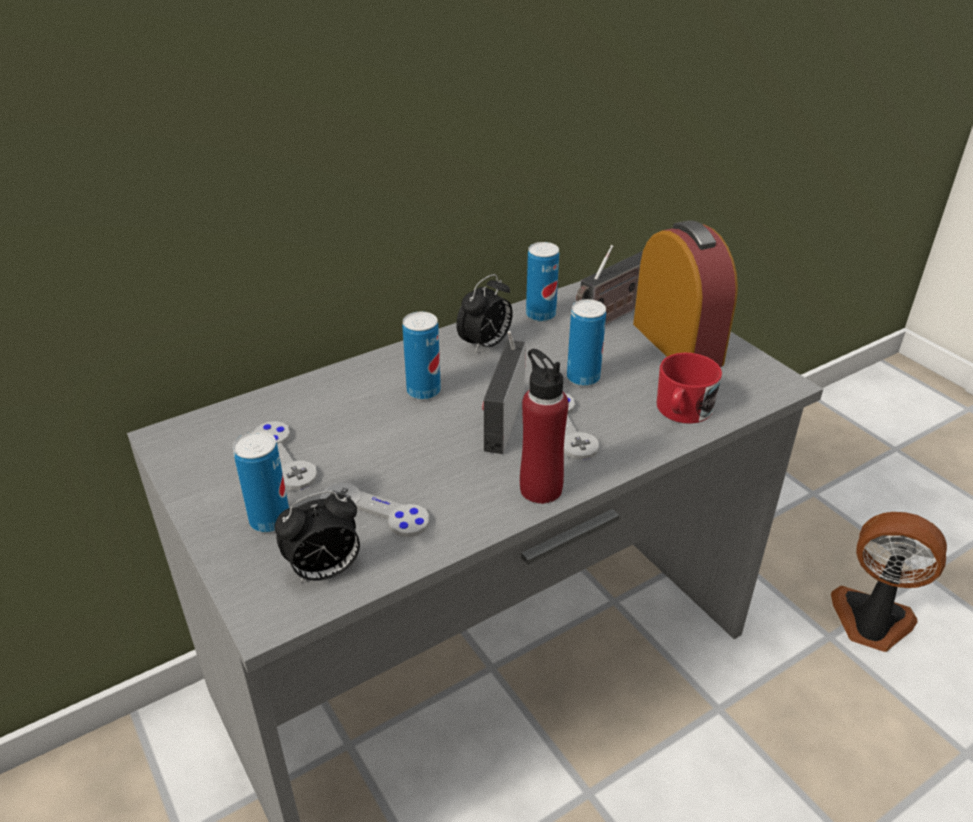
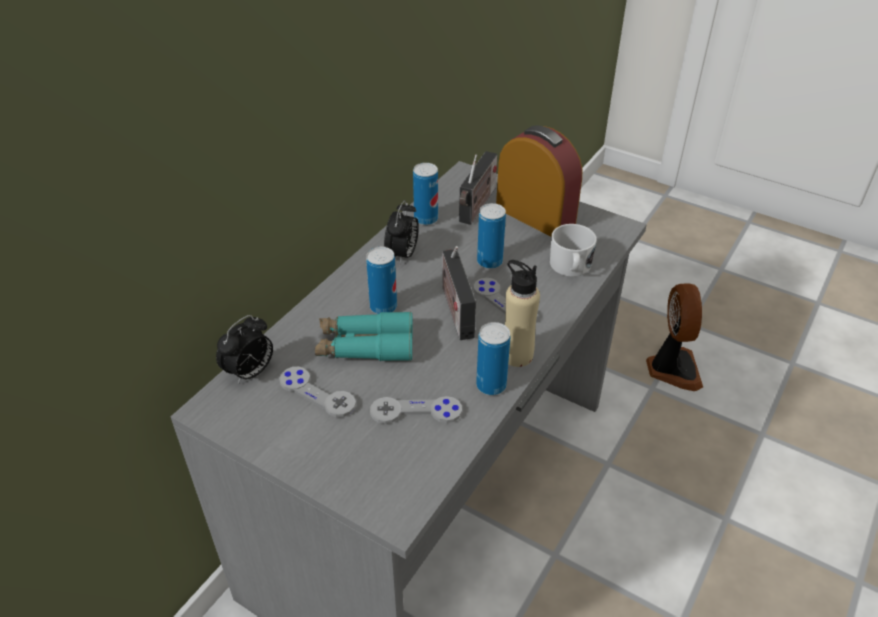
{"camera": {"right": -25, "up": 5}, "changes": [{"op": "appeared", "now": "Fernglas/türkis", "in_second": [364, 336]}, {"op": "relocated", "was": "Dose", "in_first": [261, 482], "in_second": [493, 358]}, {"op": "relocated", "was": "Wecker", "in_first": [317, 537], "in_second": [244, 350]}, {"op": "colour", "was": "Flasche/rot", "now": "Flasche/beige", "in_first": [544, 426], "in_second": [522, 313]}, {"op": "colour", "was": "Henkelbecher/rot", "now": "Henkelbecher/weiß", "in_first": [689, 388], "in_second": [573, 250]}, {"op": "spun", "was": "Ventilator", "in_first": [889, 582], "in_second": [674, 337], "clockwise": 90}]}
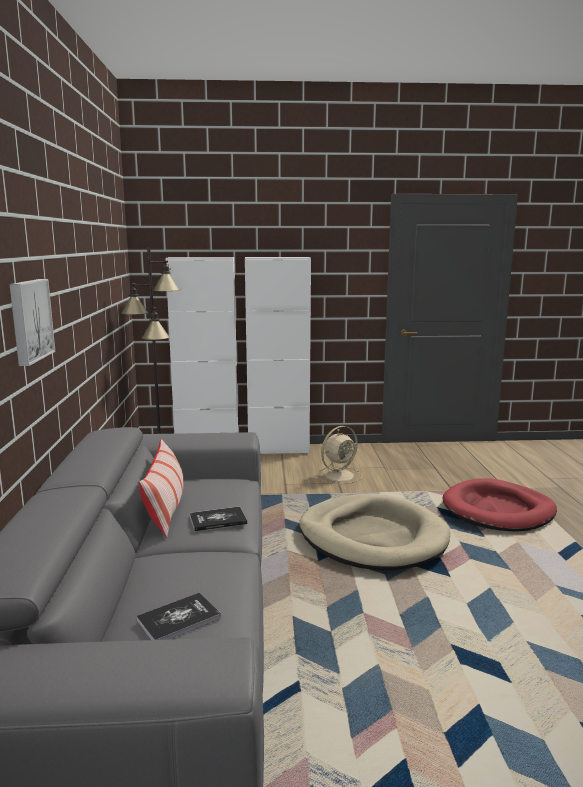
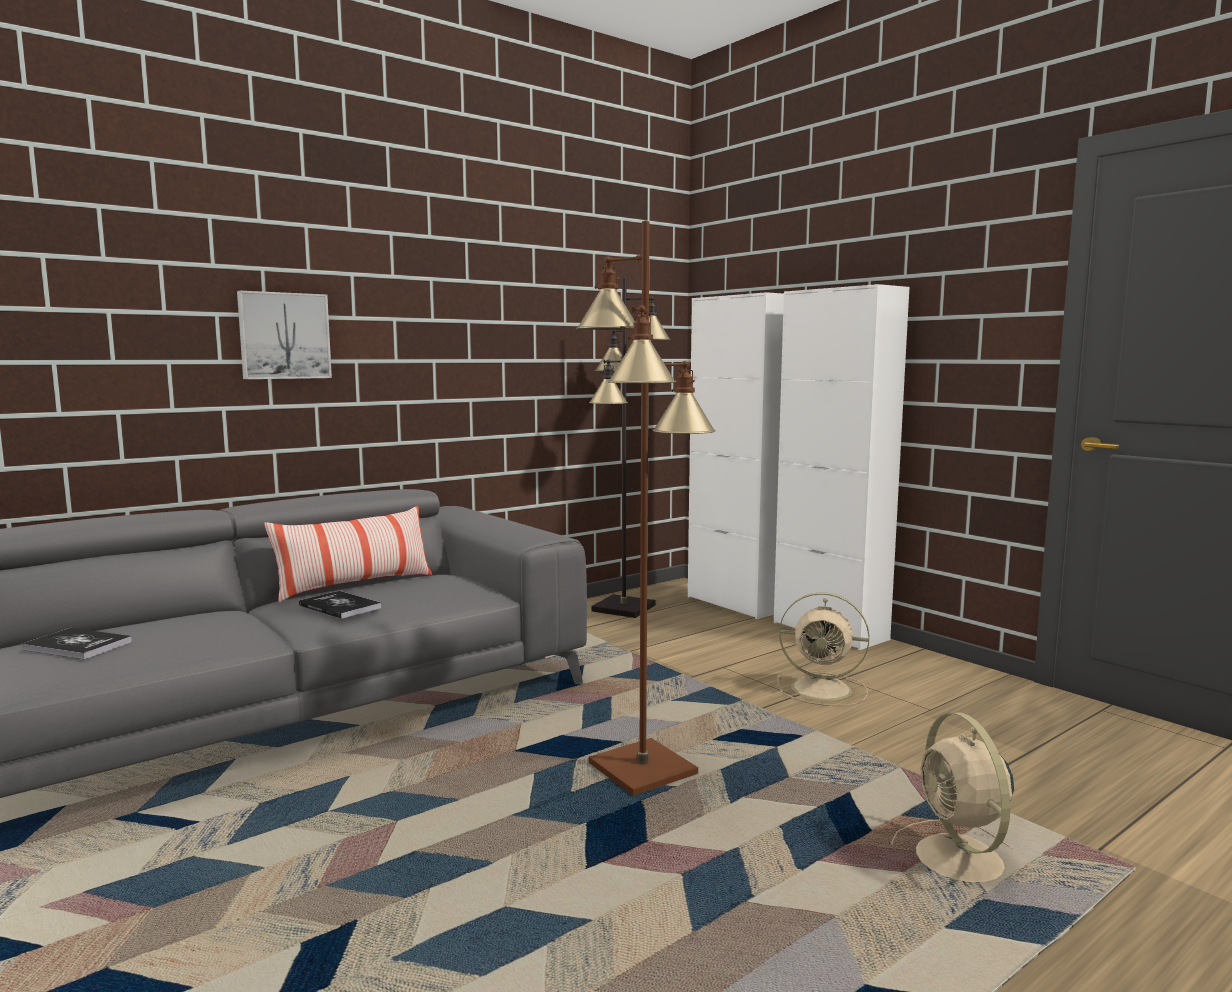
{"camera": {"right": 55, "up": -5}, "changes": [{"op": "exchanged", "was": "Hundebett/beige", "now": "Stehlampe/braun", "in_first": [375, 531], "in_second": [646, 508]}, {"op": "exchanged", "was": "Hundebett/rot", "now": "Ventilator/beige", "in_first": [499, 505], "in_second": [953, 797]}]}
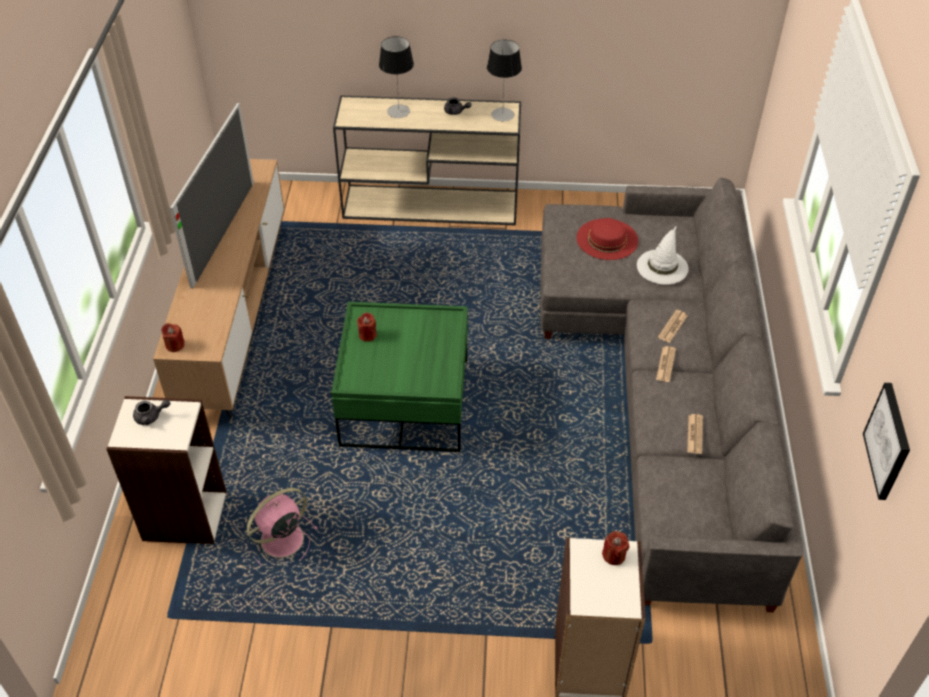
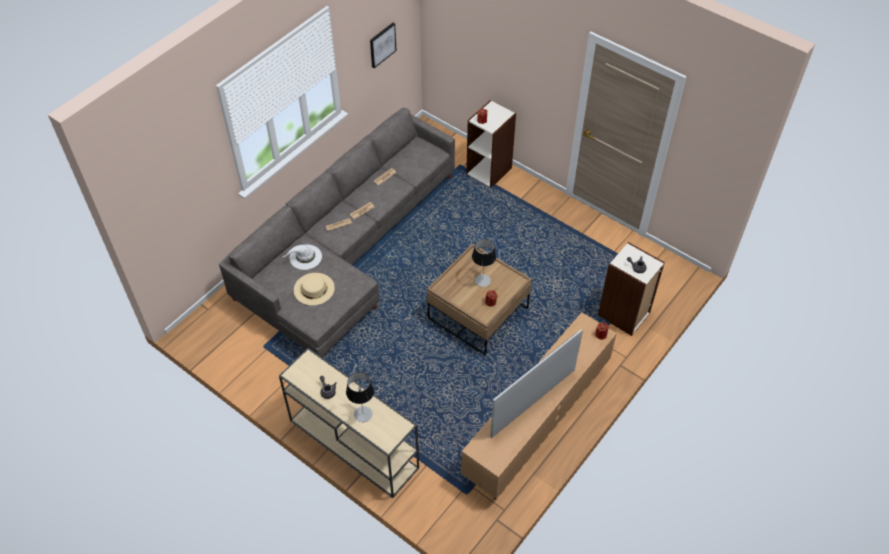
{"camera": {"right": -145, "up": 5}, "changes": [{"op": "missing", "was": "Ventilator/rosa", "in_first": [282, 526]}, {"op": "relocated", "was": "Tischlampe", "in_first": [504, 80], "in_second": [484, 263]}, {"op": "colour", "was": "Couchtisch/grün", "now": "Couchtisch/braun", "in_first": [399, 377], "in_second": [479, 299]}, {"op": "colour", "was": "Hut/rot", "now": "Hut/beige", "in_first": [607, 239], "in_second": [314, 289]}]}
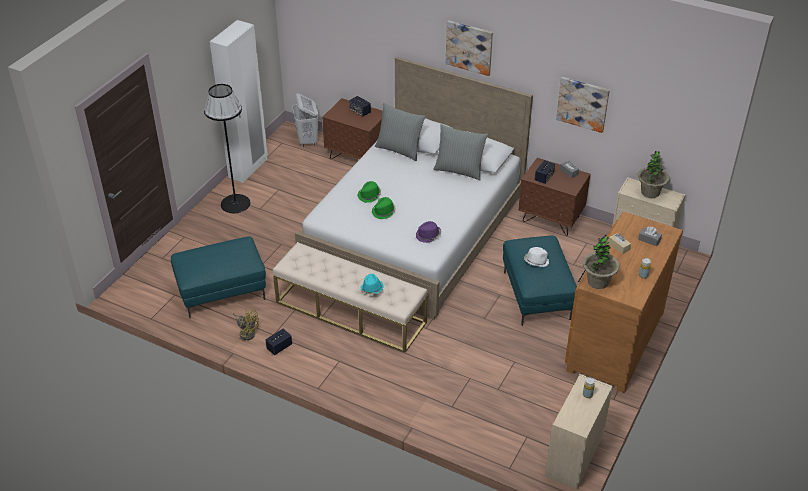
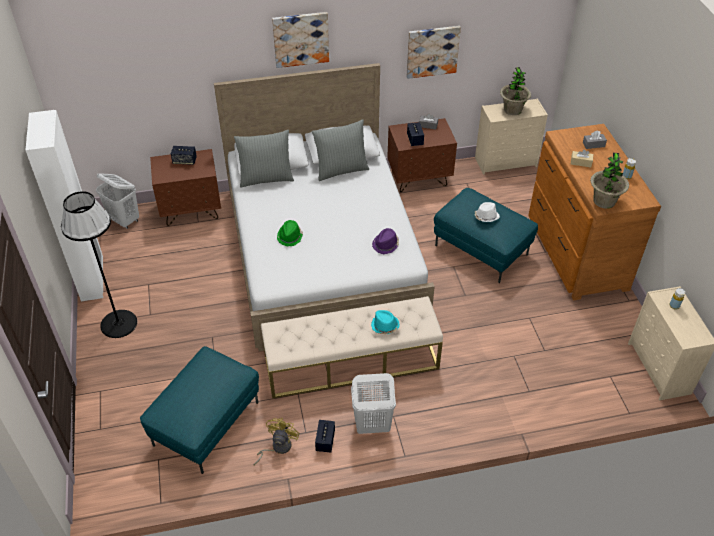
{"camera": {"right": -40, "up": 5}, "changes": [{"op": "missing", "was": "Hut/grün", "in_first": [383, 208]}, {"op": "appeared", "now": "Wäschekorb/weiß", "in_second": [373, 403]}, {"op": "spun", "was": "Ventilator/gelb", "in_first": [246, 324], "in_second": [277, 441], "clockwise": -60}]}
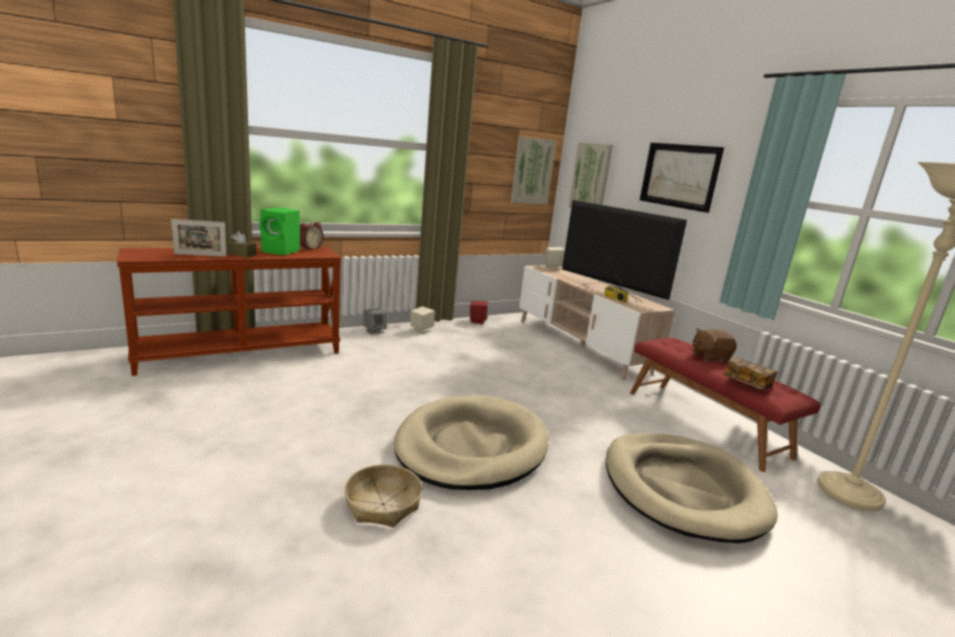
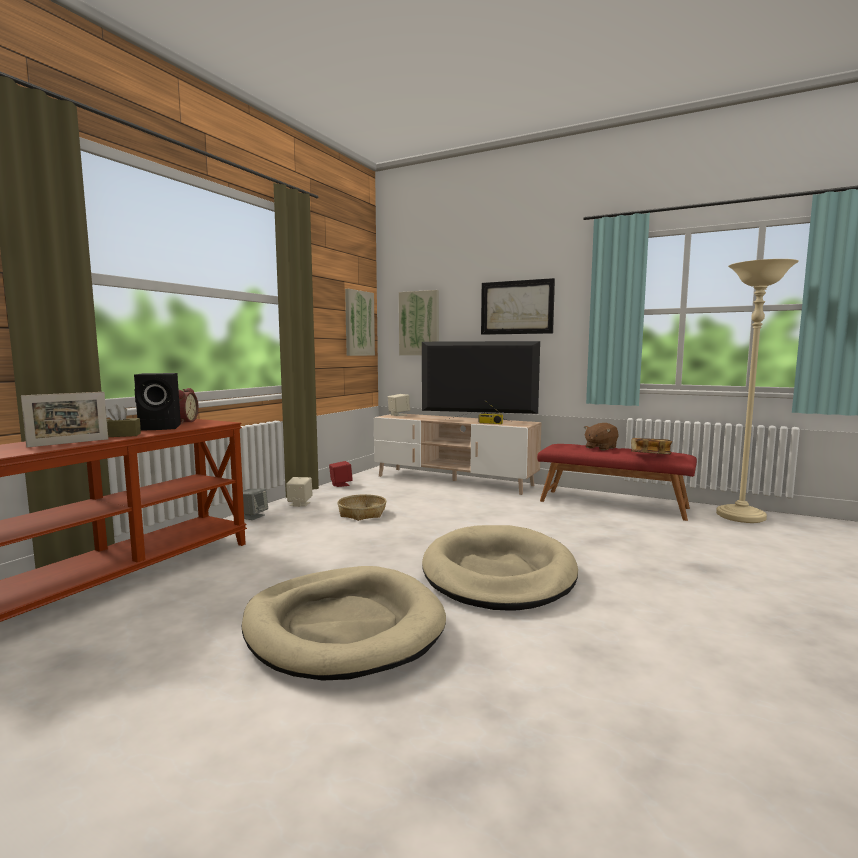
{"camera": {"right": -30, "up": -10}, "changes": [{"op": "relocated", "was": "Korb", "in_first": [383, 495], "in_second": [361, 507]}, {"op": "relocated", "was": "Hundebett/beige", "in_first": [692, 488], "in_second": [344, 623]}, {"op": "colour", "was": "Lautsprecher/grün", "now": "Lautsprecher/schwarz", "in_first": [279, 231], "in_second": [157, 401]}]}
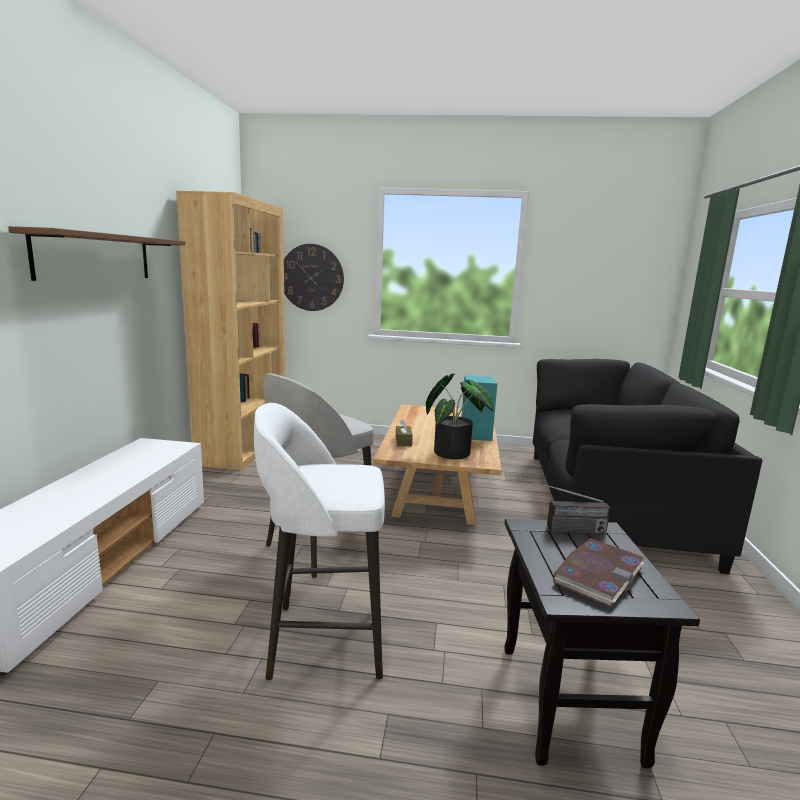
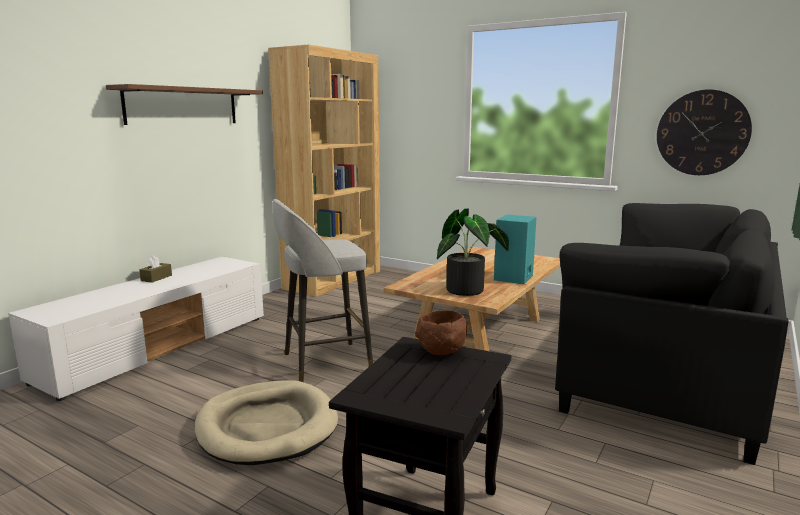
{"camera": {"right": 25, "up": 0}, "changes": [{"op": "missing", "was": "Buch", "in_first": [598, 572]}, {"op": "relocated", "was": "Wanduhr", "in_first": [314, 277], "in_second": [704, 132]}, {"op": "relocated", "was": "Taschentuchbox/braun", "in_first": [404, 432], "in_second": [155, 269]}, {"op": "exchanged", "was": "Hocker/weiß", "now": "Hundebett/beige", "in_first": [319, 542], "in_second": [266, 422]}, {"op": "exchanged", "was": "Radio", "now": "Schüssel/braun", "in_first": [566, 506], "in_second": [441, 332]}]}
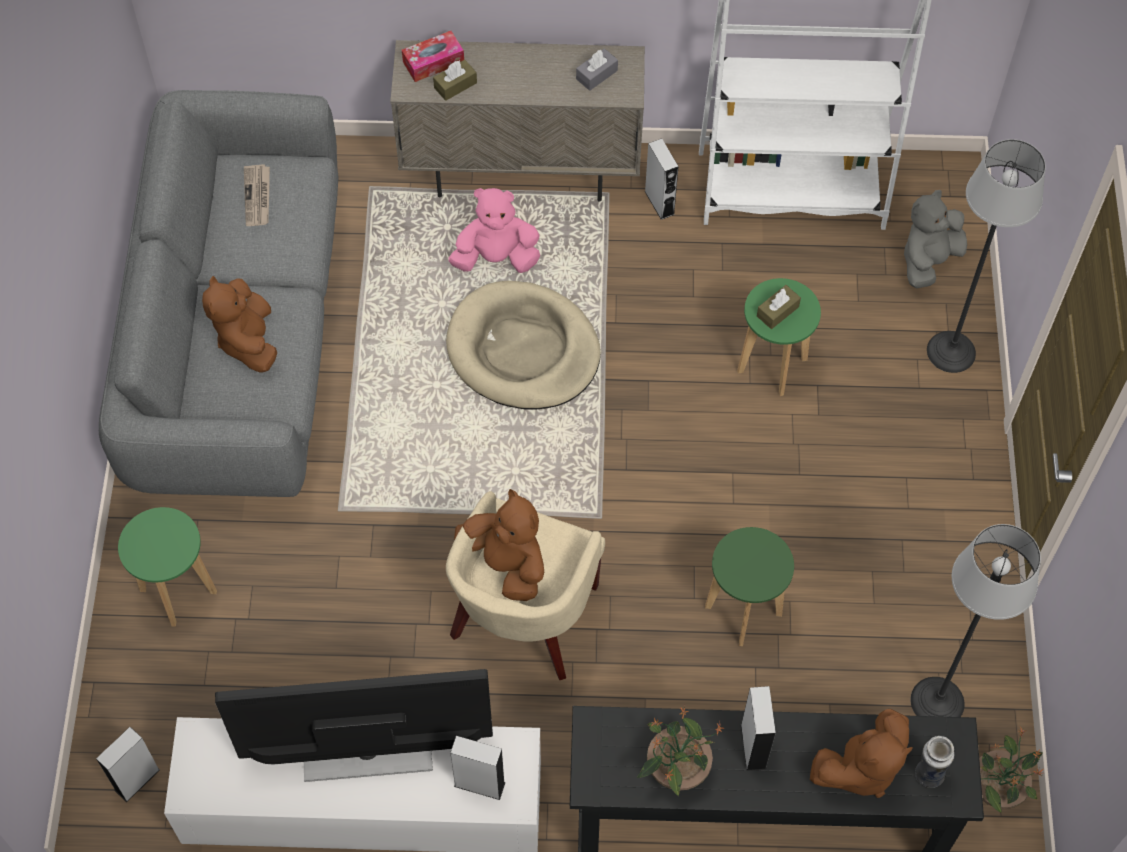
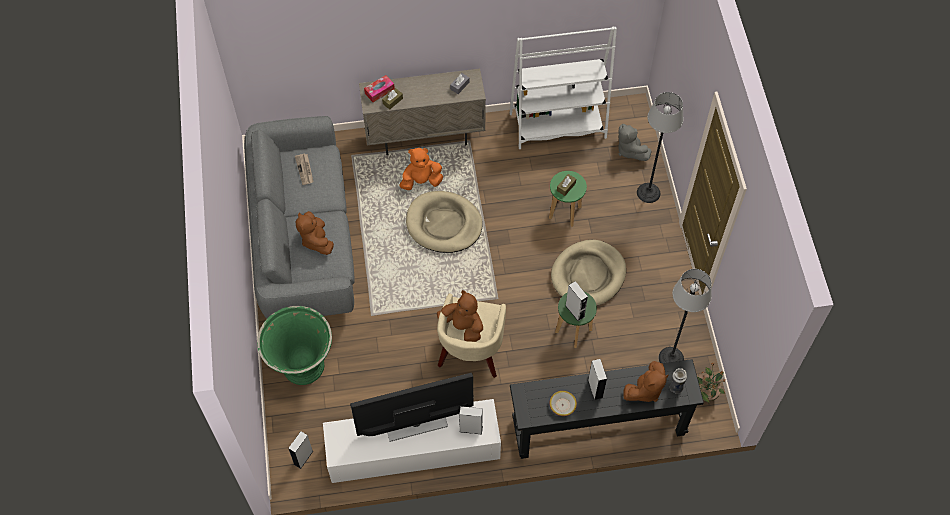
{"camera": {"right": -10, "up": 0}, "changes": [{"op": "appeared", "now": "Hundebett/beige", "in_second": [588, 273]}, {"op": "relocated", "was": "Lautsprecher/grau", "in_first": [662, 179], "in_second": [576, 301]}, {"op": "exchanged", "was": "Hocker/grün", "now": "Pflanzkübel/grün", "in_first": [167, 567], "in_second": [294, 345]}, {"op": "exchanged", "was": "Topfpflanze", "now": "Schüssel", "in_first": [680, 751], "in_second": [563, 403]}, {"op": "colour", "was": "Plüschtier/rosa", "now": "Plüschtier/orange", "in_first": [494, 230], "in_second": [421, 169]}, {"op": "spun", "was": "Plüschtier/grau", "in_first": [935, 239], "in_second": [635, 142], "clockwise": -60}]}
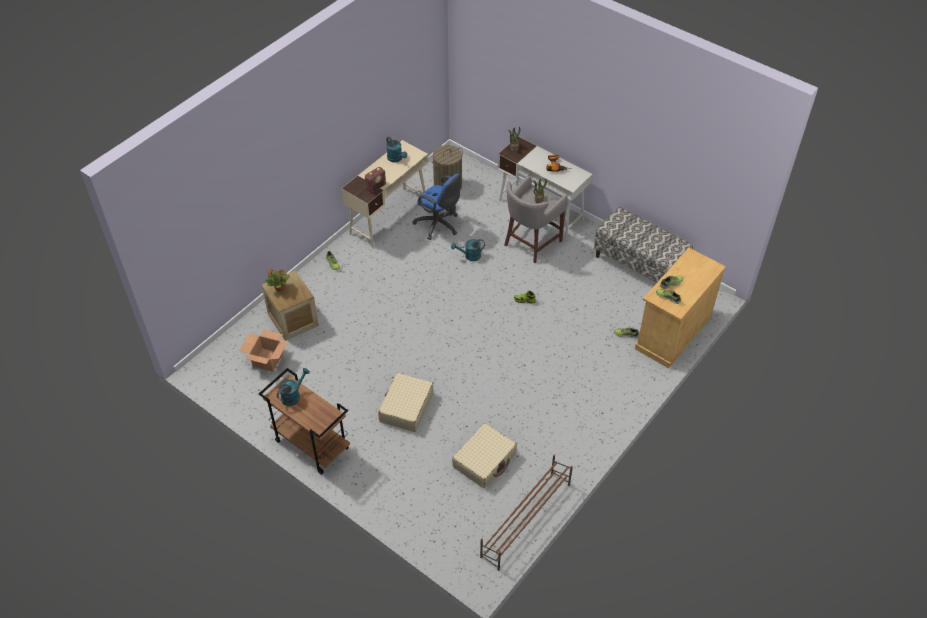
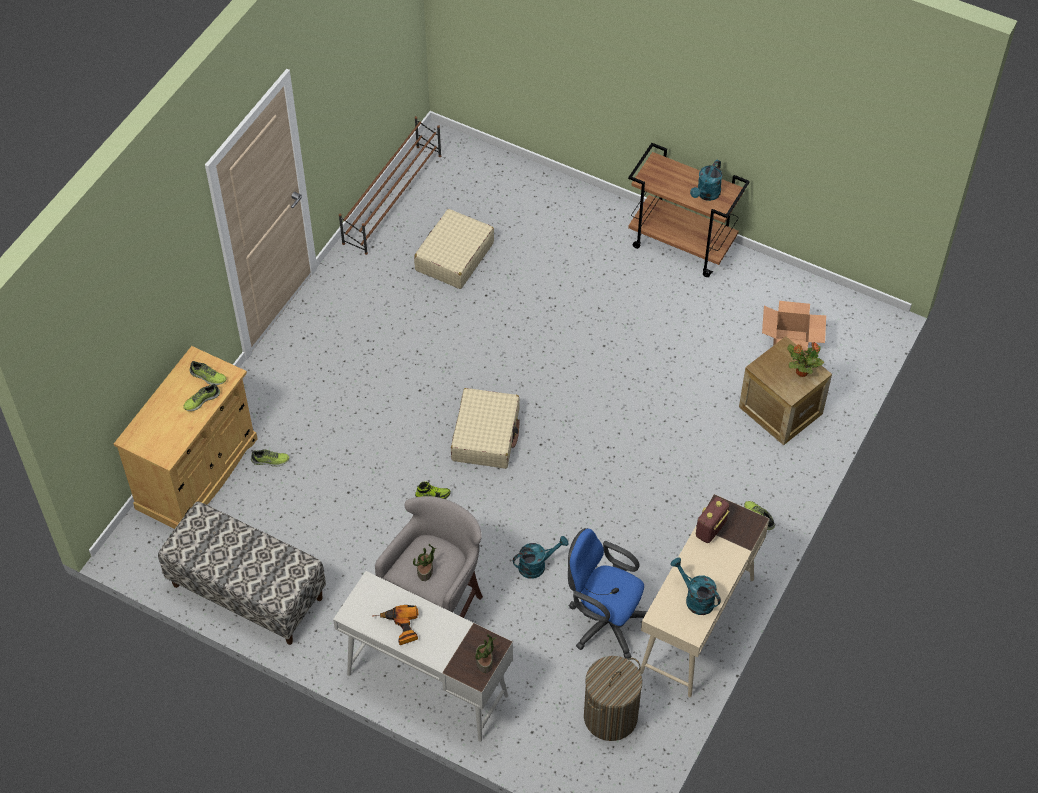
{"camera": {"right": 170, "up": 5}, "changes": [{"op": "relocated", "was": "Koffer/beige", "in_first": [406, 402], "in_second": [485, 428]}]}
